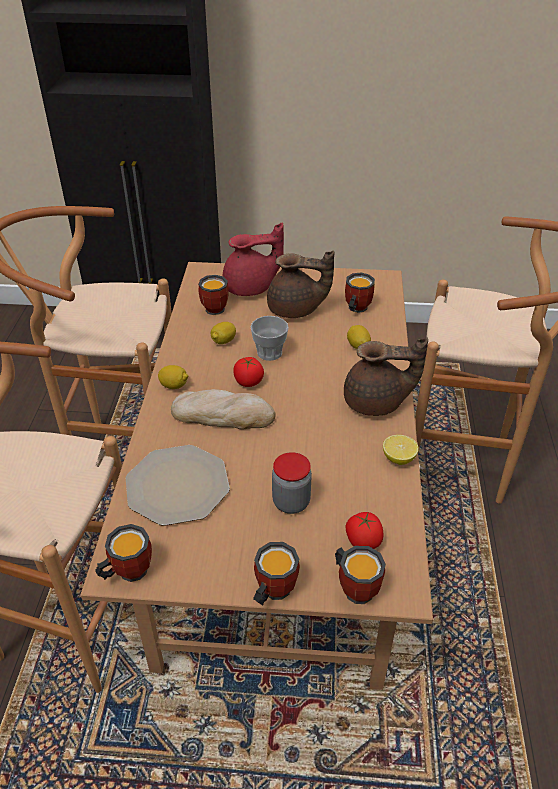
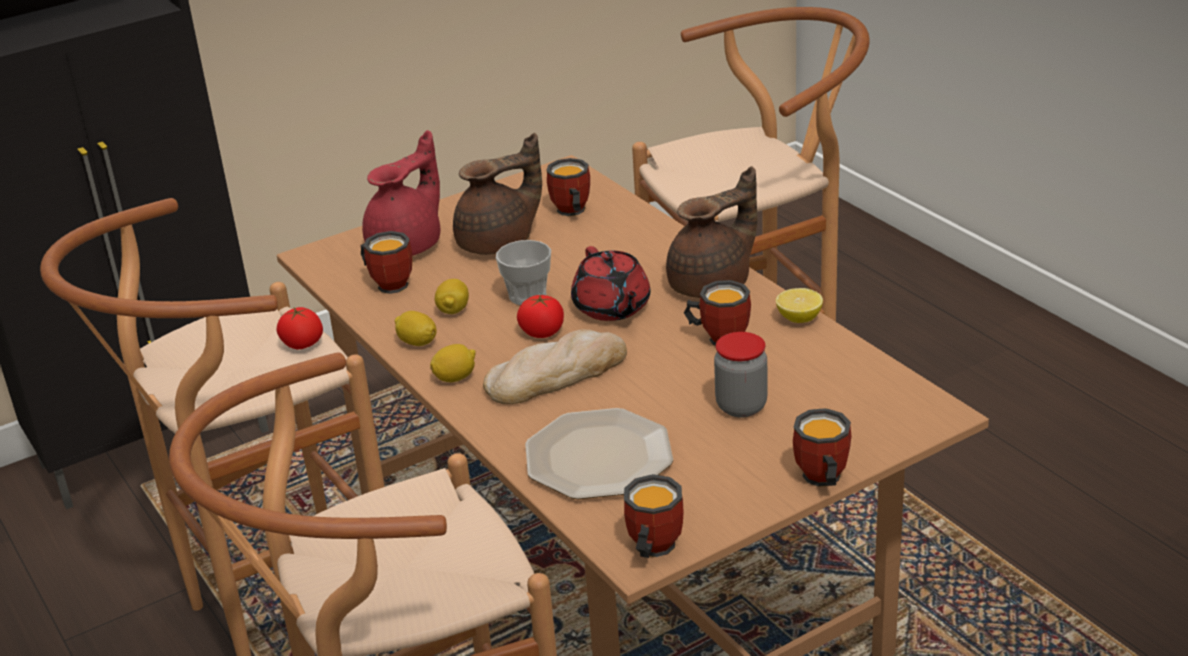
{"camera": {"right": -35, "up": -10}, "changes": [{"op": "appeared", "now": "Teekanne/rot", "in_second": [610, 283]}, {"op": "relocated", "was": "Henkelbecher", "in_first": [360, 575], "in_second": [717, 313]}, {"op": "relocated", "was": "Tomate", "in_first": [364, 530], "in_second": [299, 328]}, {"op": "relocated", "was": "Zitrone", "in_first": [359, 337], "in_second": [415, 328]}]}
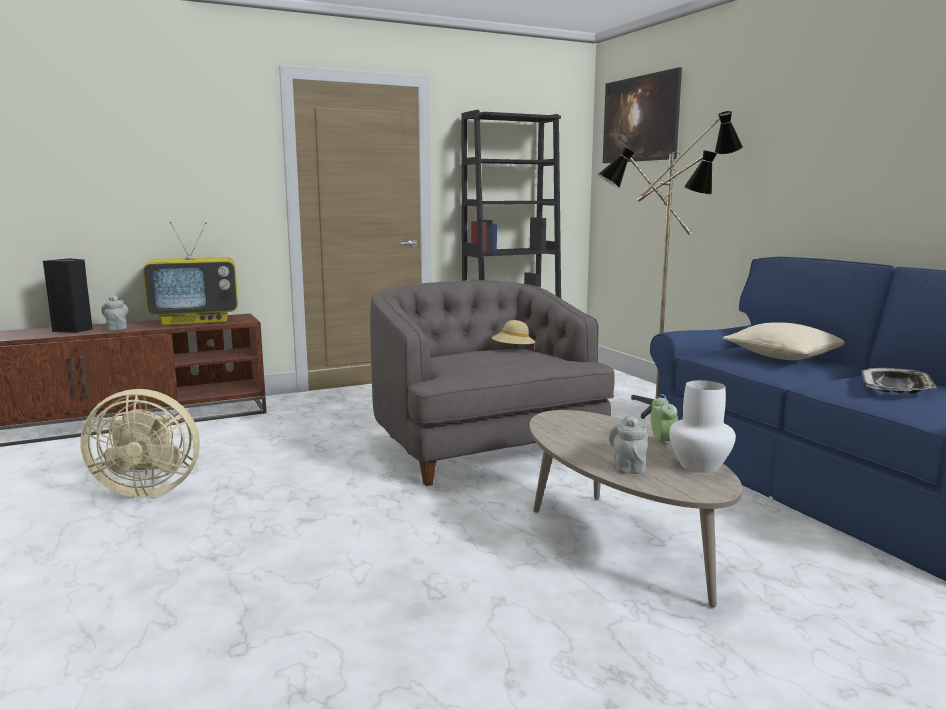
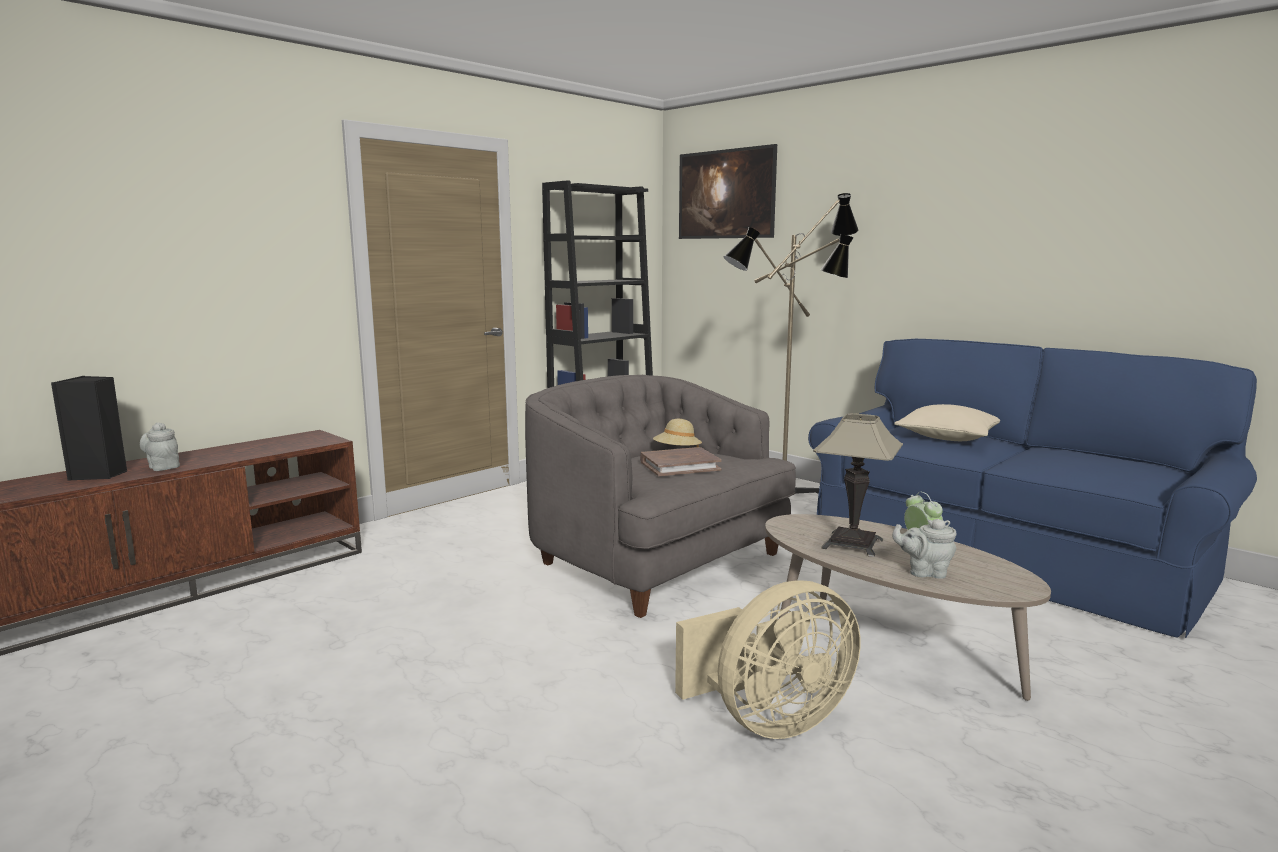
{"camera": {"right": -20, "up": 0}, "changes": [{"op": "missing", "was": "Fernseher", "in_first": [190, 274]}, {"op": "missing", "was": "Vase/weiß", "in_first": [702, 426]}, {"op": "missing", "was": "Tablett", "in_first": [899, 381]}, {"op": "appeared", "now": "Buch/braun", "in_second": [681, 461]}, {"op": "appeared", "now": "Tischlampe", "in_second": [858, 485]}, {"op": "relocated", "was": "Ventilator/beige", "in_first": [140, 443], "in_second": [768, 659]}, {"op": "spun", "was": "Teekanne/grau", "in_first": [628, 444], "in_second": [924, 549], "clockwise": -60}]}
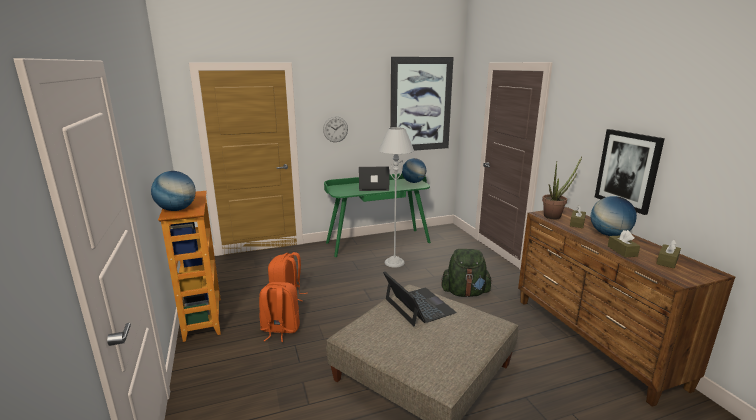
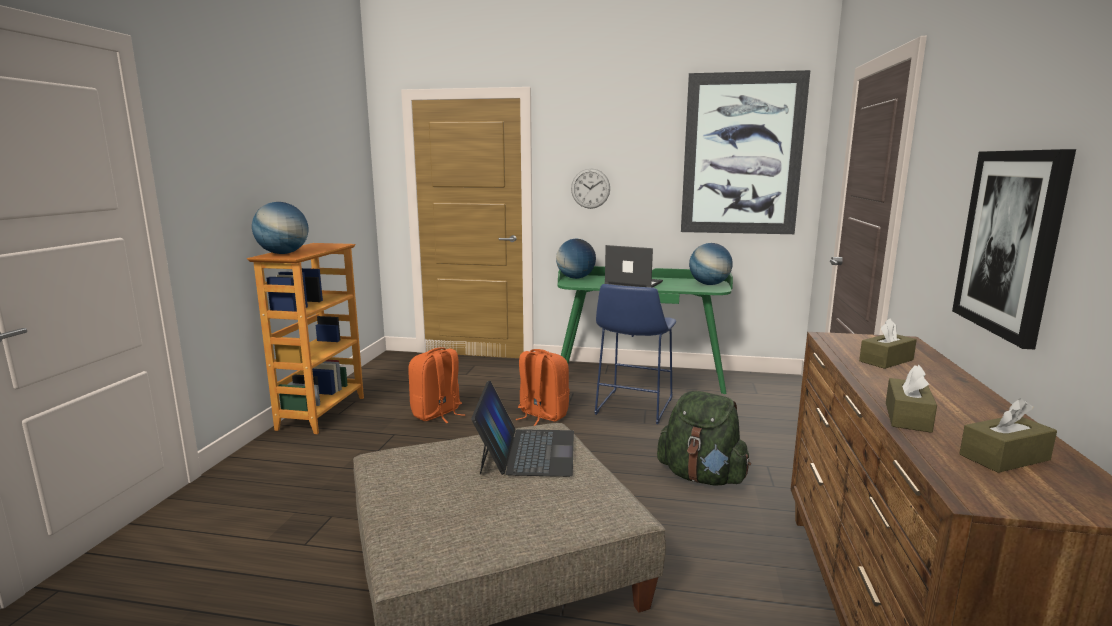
{"camera": {"right": 30, "up": -5}, "changes": [{"op": "missing", "was": "Topfpflanze", "in_first": [562, 188]}, {"op": "relocated", "was": "Rucksack/orange", "in_first": [279, 312], "in_second": [542, 387]}, {"op": "relocated", "was": "Globus", "in_first": [613, 216], "in_second": [576, 259]}, {"op": "exchanged", "was": "Stehlampe/grau", "now": "Hocker/blau", "in_first": [396, 197], "in_second": [635, 354]}]}
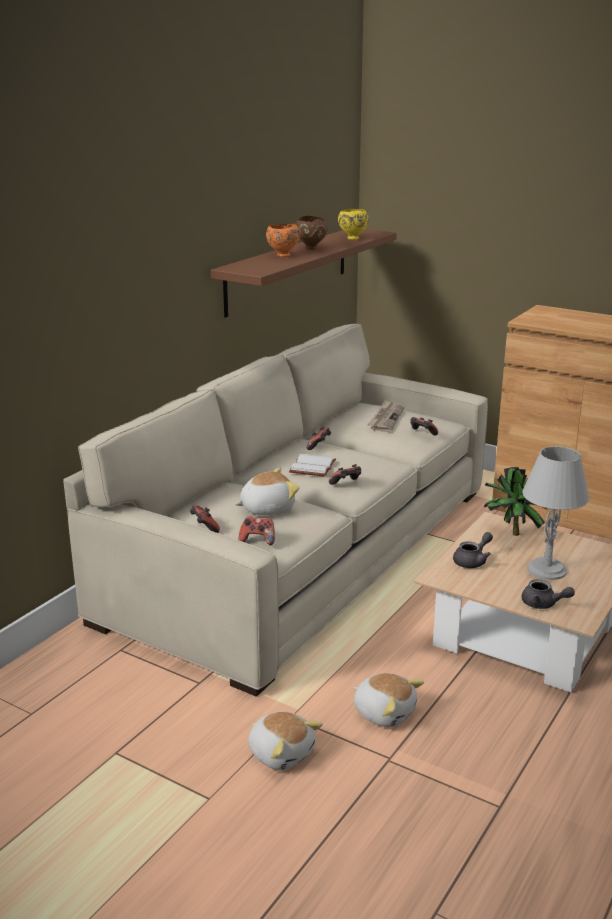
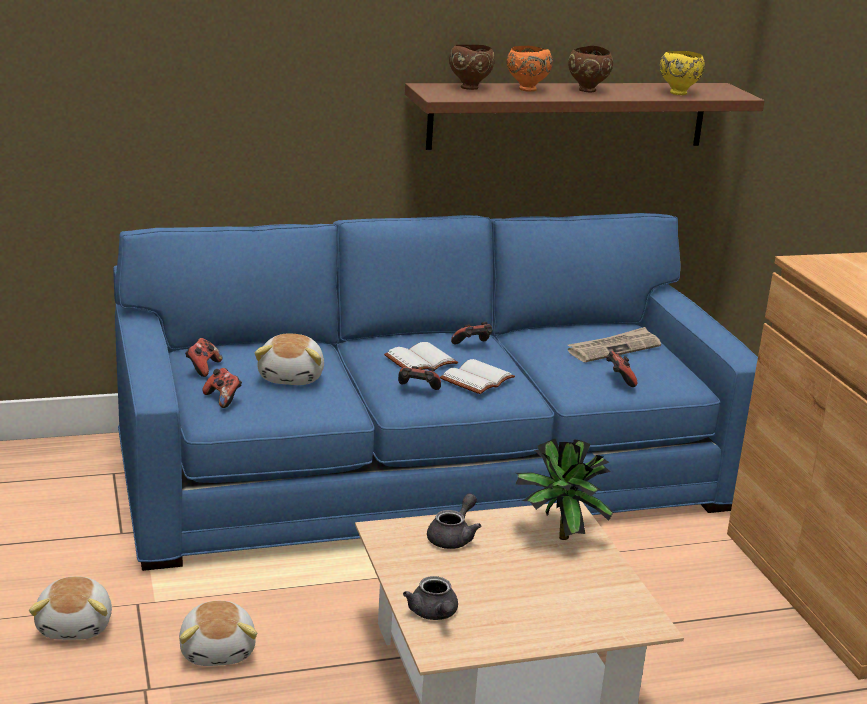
{"camera": {"right": 40, "up": 0}, "changes": [{"op": "missing", "was": "Tischlampe/grau", "in_first": [555, 513]}, {"op": "appeared", "now": "Buch/weiß", "in_second": [477, 376]}, {"op": "appeared", "now": "Schüssel/braun", "in_second": [472, 67]}, {"op": "colour", "was": "Sofa/beige", "now": "Sofa/blau", "in_first": [275, 510], "in_second": [435, 392]}, {"op": "spun", "was": "Plüschtier", "in_first": [267, 491], "in_second": [289, 359], "clockwise": 75}, {"op": "spun", "was": "Teekanne/grau", "in_first": [473, 550], "in_second": [454, 521], "clockwise": -60}]}
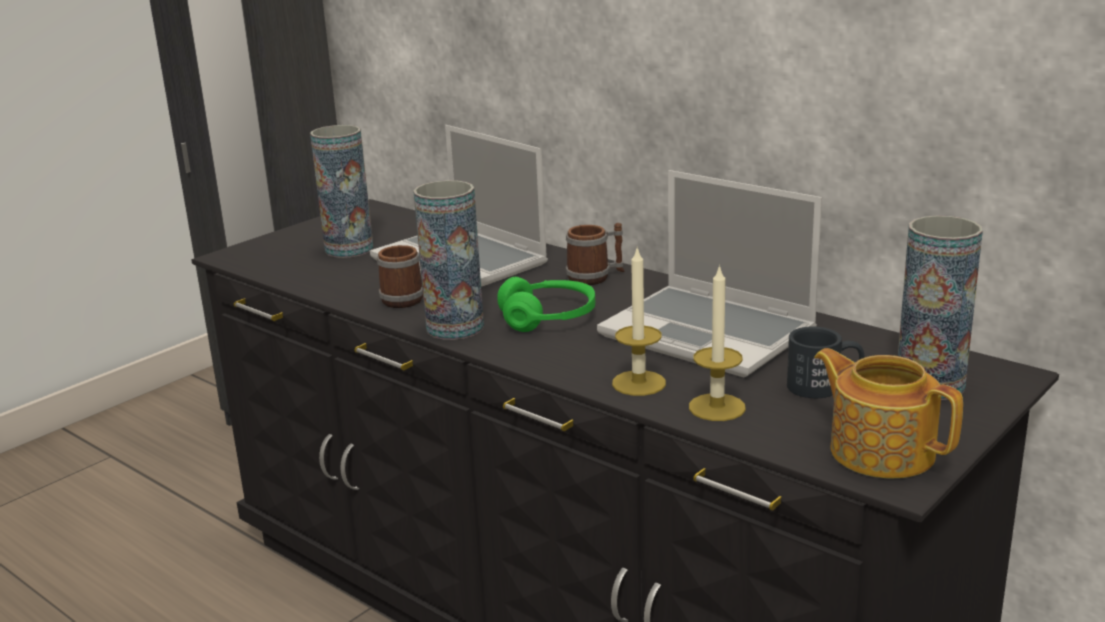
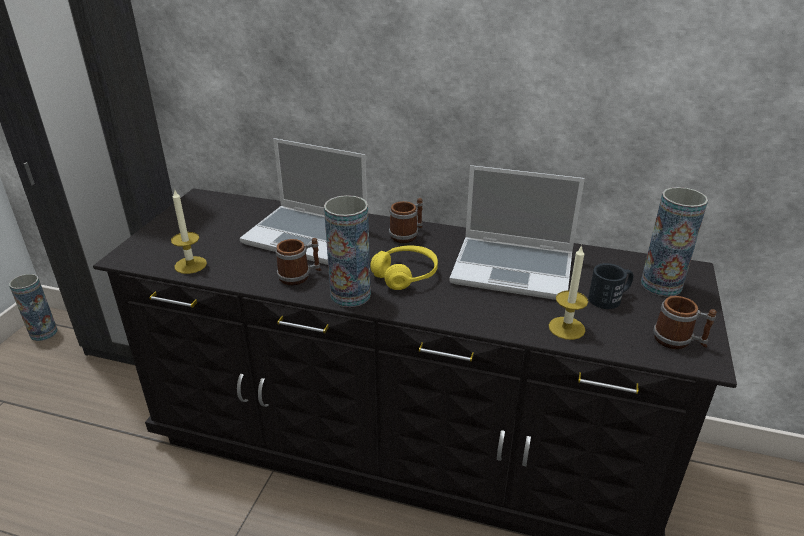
{"camera": {"right": -25, "up": 10}, "changes": [{"op": "relocated", "was": "Vase", "in_first": [341, 191], "in_second": [33, 307]}, {"op": "relocated", "was": "Kerze", "in_first": [639, 321], "in_second": [189, 231]}, {"op": "exchanged", "was": "Teekanne", "now": "Henkelbecher", "in_first": [888, 413], "in_second": [685, 322]}, {"op": "colour", "was": "Kopfhörer/grün", "now": "Kopfhörer/gelb", "in_first": [546, 304], "in_second": [404, 268]}]}
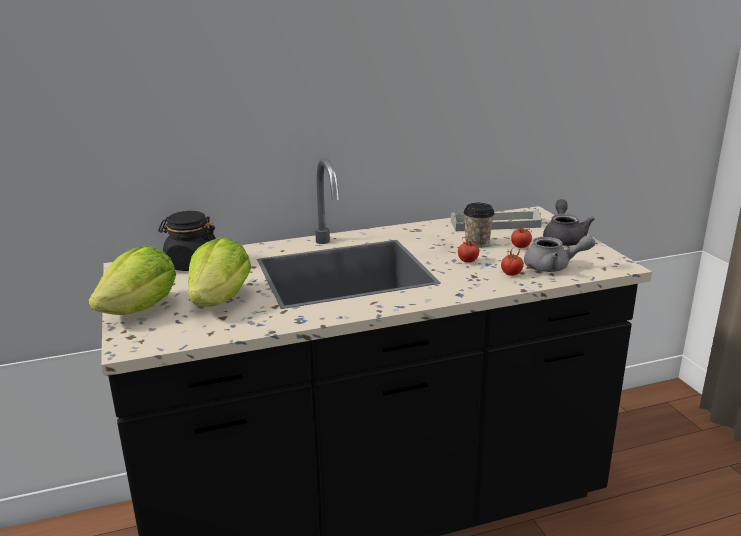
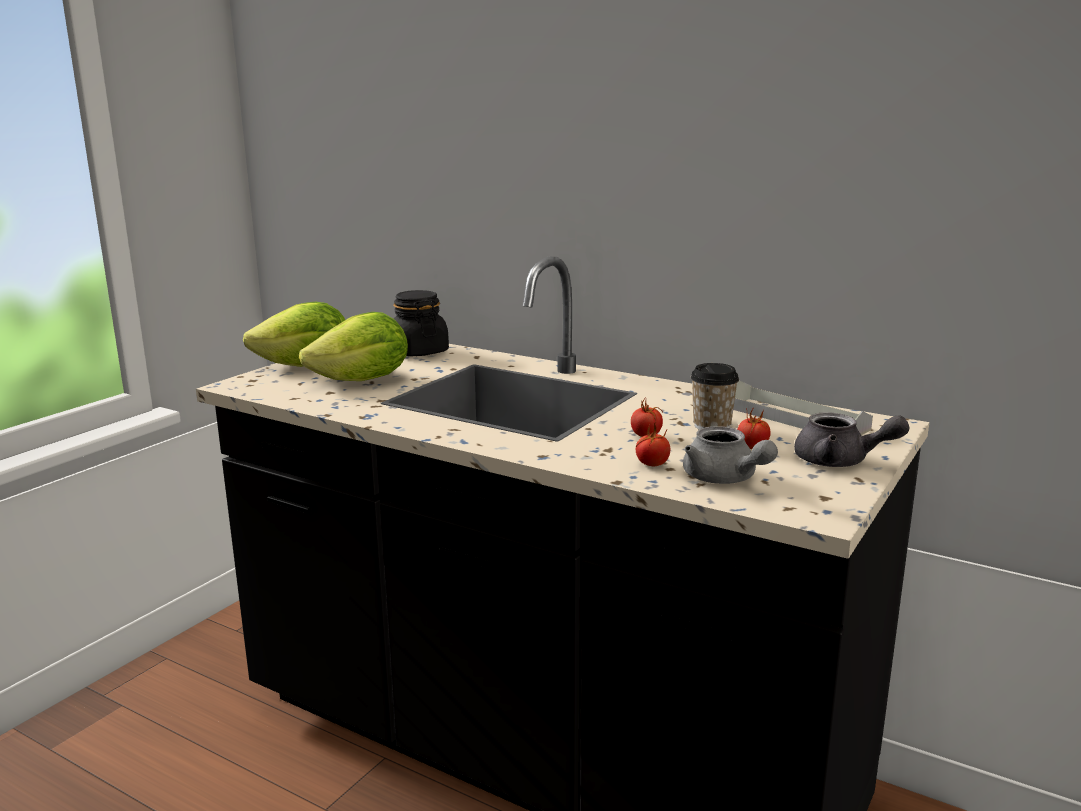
{"camera": {"right": 50, "up": -5}, "changes": [{"op": "spun", "was": "Teekanne/grau", "in_first": [569, 222], "in_second": [851, 439], "clockwise": 60}]}
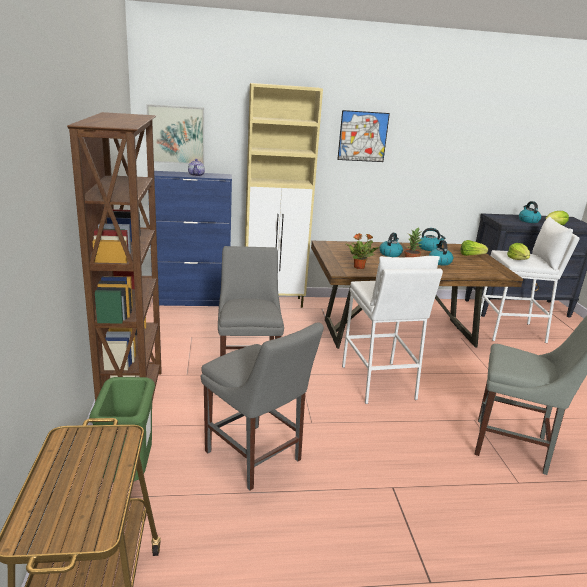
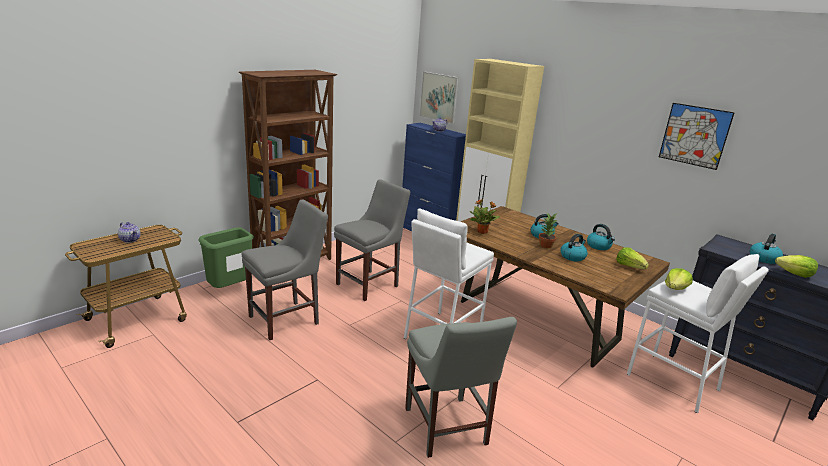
{"camera": {"right": 50, "up": 0}, "changes": [{"op": "appeared", "now": "Teekanne", "in_second": [129, 232]}, {"op": "relocated", "was": "Bild", "in_first": [363, 136], "in_second": [697, 136]}, {"op": "spun", "was": "Stuhl/grau", "in_first": [262, 406], "in_second": [285, 270], "clockwise": -135}]}
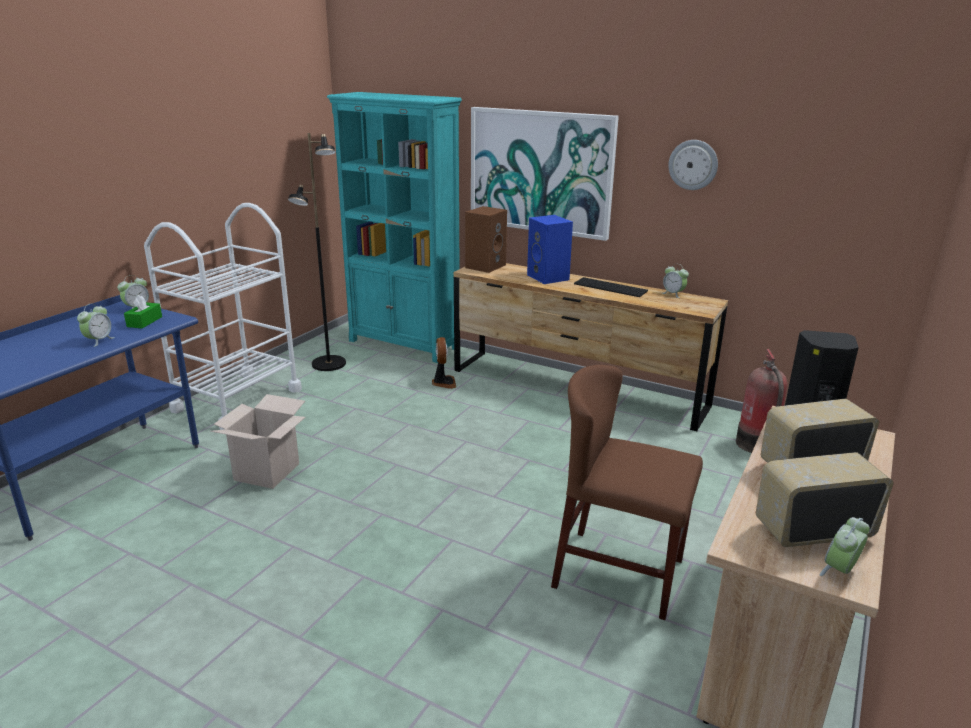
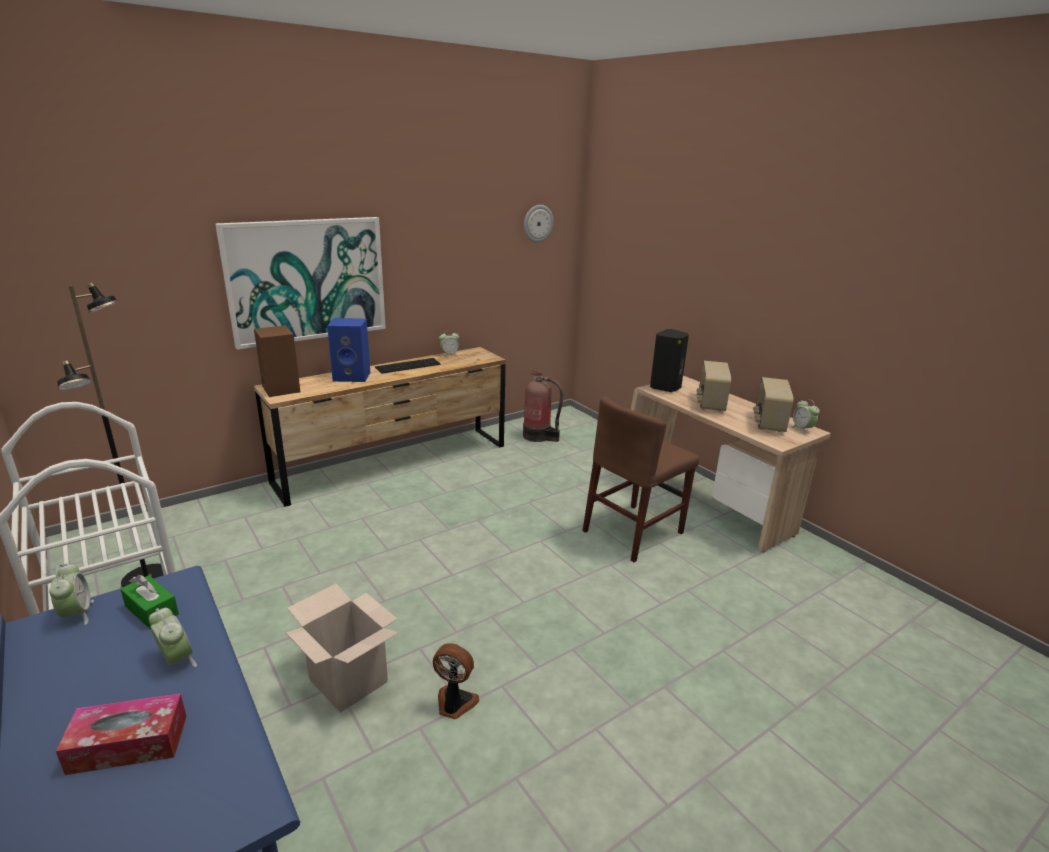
{"camera": {"right": -65, "up": 0}, "changes": [{"op": "missing", "was": "Bücherregal/türkis", "in_first": [394, 227]}, {"op": "appeared", "now": "Taschentuchbox", "in_second": [121, 734]}, {"op": "relocated", "was": "Ventilator", "in_first": [444, 363], "in_second": [456, 681]}, {"op": "relocated", "was": "Wanduhr", "in_first": [693, 165], "in_second": [539, 224]}]}
